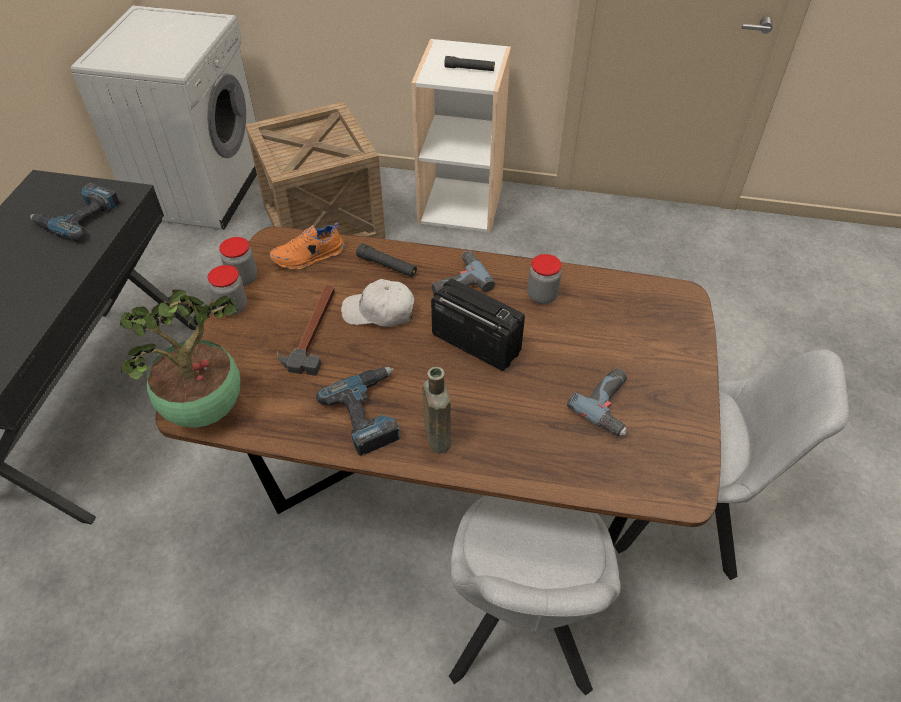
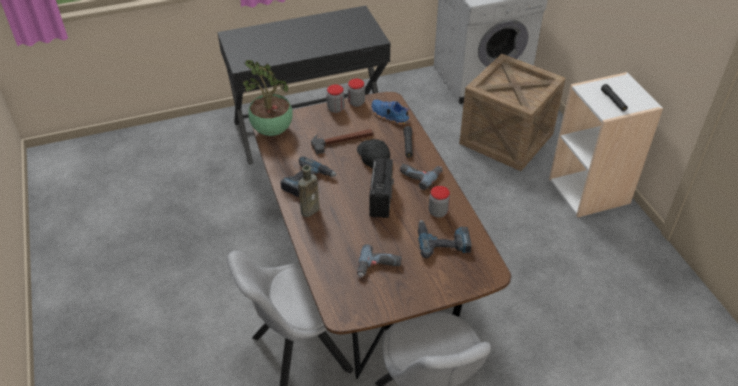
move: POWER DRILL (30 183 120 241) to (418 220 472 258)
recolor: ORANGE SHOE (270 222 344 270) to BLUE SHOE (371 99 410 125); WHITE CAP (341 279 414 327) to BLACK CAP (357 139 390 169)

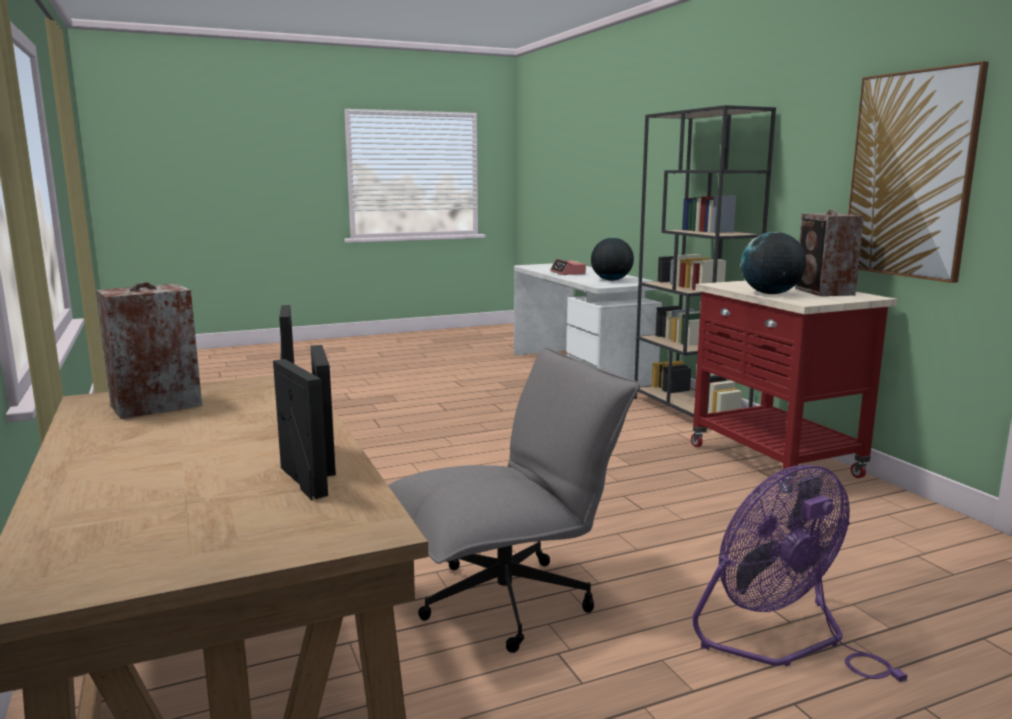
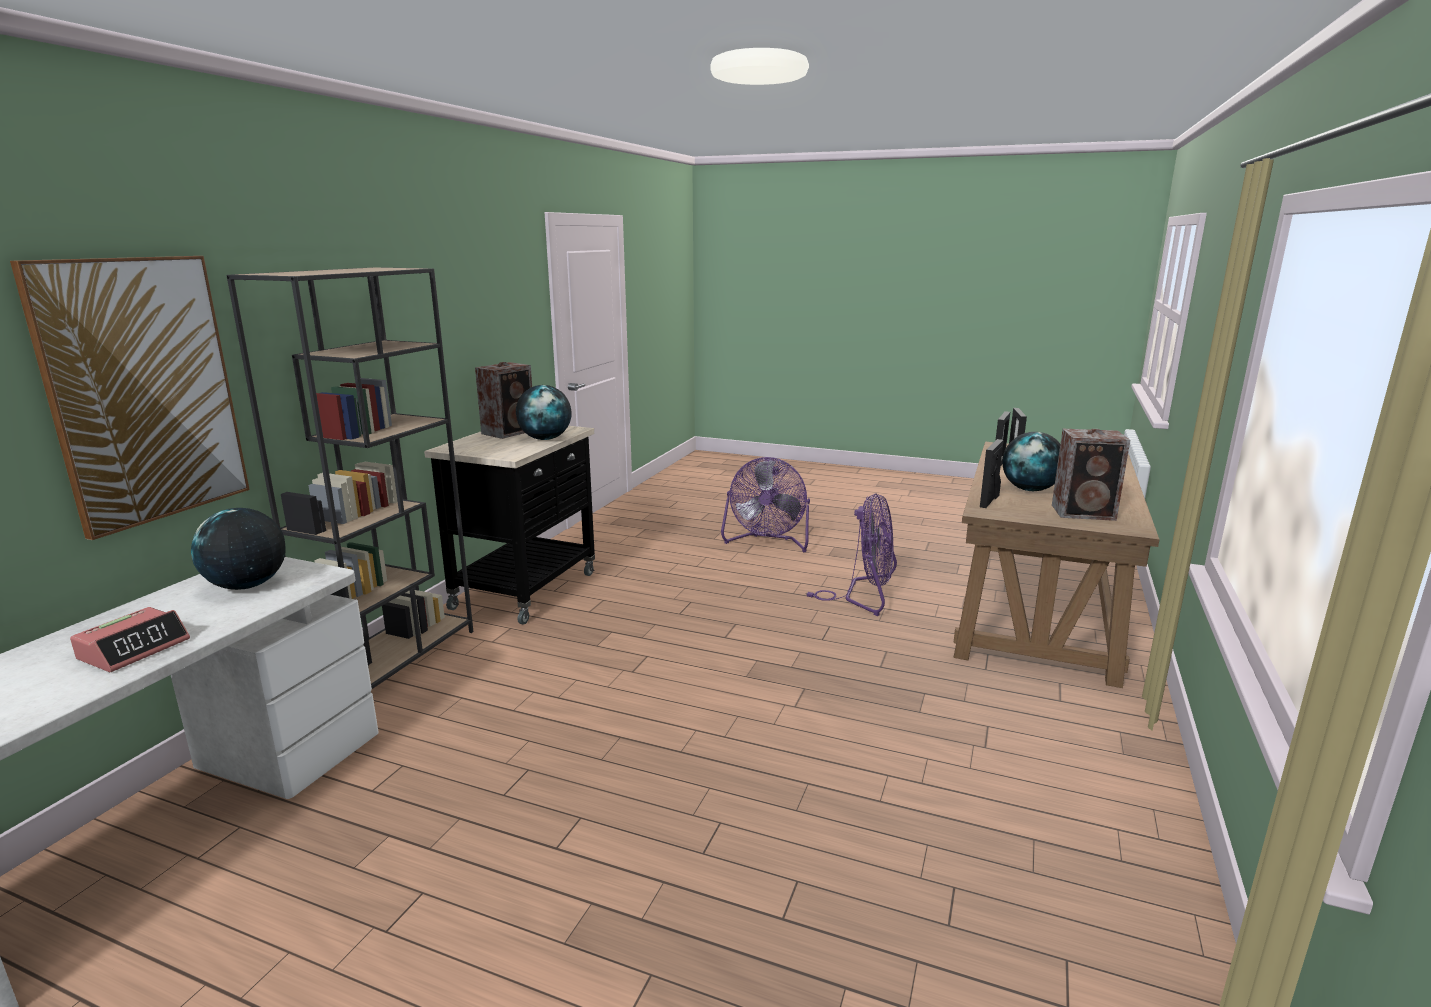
insert: GLOBE (1002 432 1060 491)
move: PICTURE (848 61 989 283) to (10 256 250 540)
replace: GREY OFFICE CHAIR (388 348 640 653) to PURPLE FAN (806 493 897 616)
recolor: RED CART (691 280 897 493) to BLACK CART (424 426 595 625)

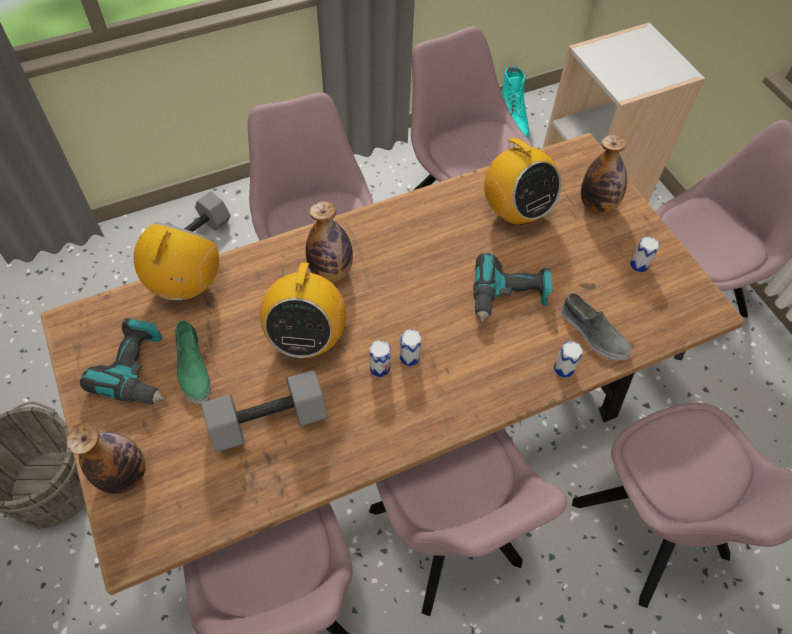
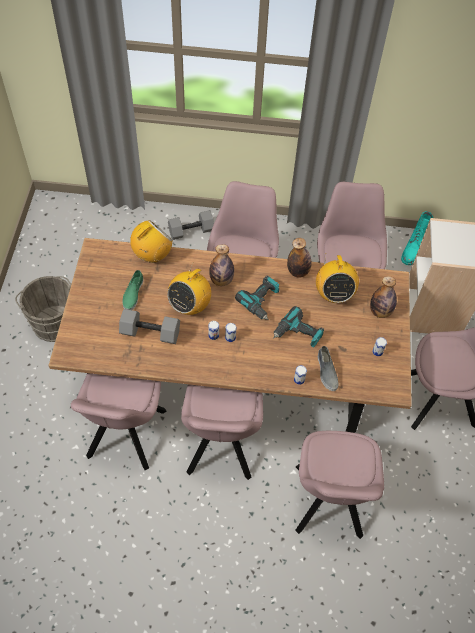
move: POWER DRILL (80 318 165 405) to (235 275 279 320); BOTTLE (67 422 146 494) to (287 238 312 278)

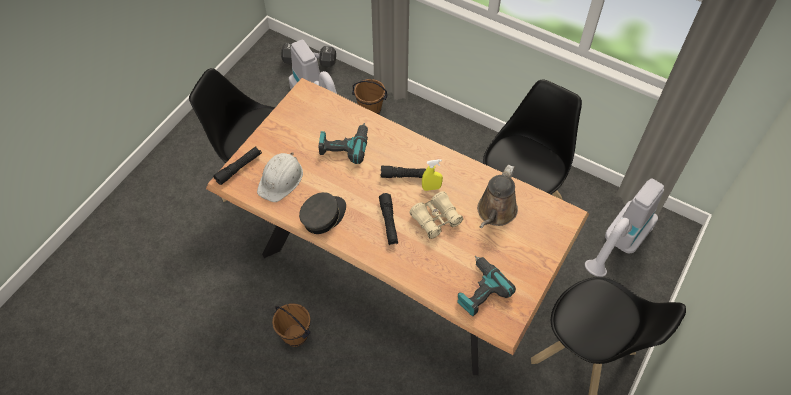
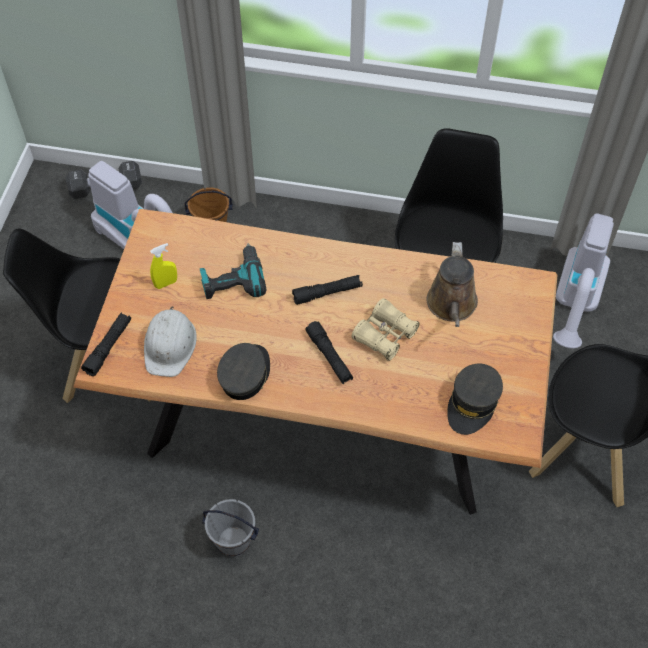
move: YELLOW SPRAY BOTTLE (422 159 443 191) to (150 243 177 289)
replace: POWER DRILL (457 256 516 316) to GREY CAP (447 364 503 435)
recolor: BROWN BUCKET (272 303 311 347) to GREY BUCKET (202 499 259 557)

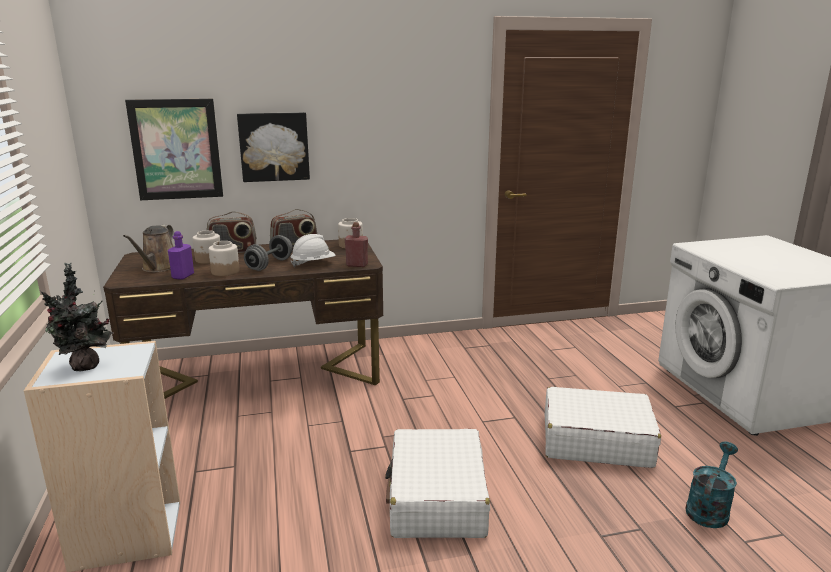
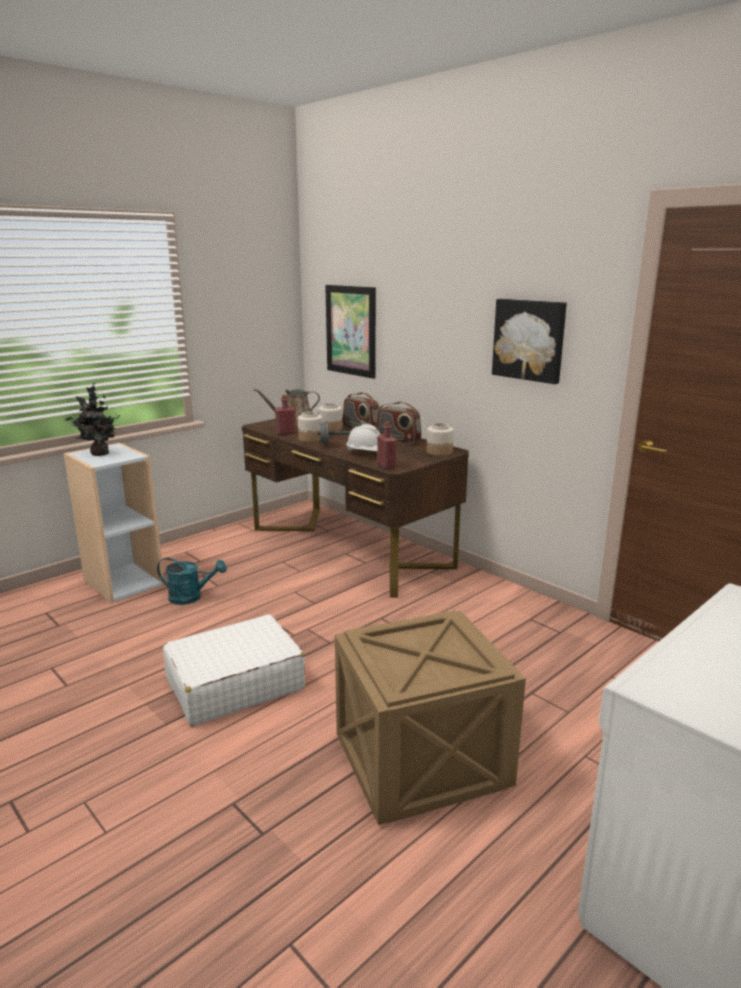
move: PICTURE (237 112 310 182) to (492 299 567 384); TURQUOISE WATERING CAN (686 441 738 528) to (157 558 227 605)
replace: WHITE SUITCASE (545 387 661 468) to CRATE (335 610 526 825)
recolor: PURPLE BOTTLE (168 231 194 280) to RED BOTTLE (275 395 296 435)

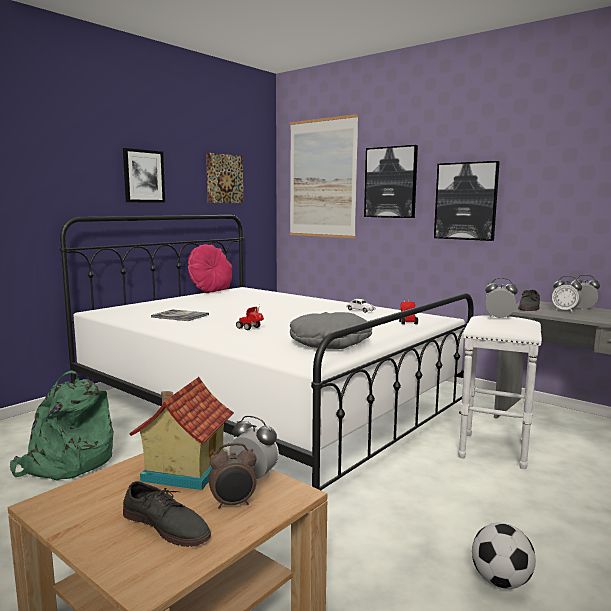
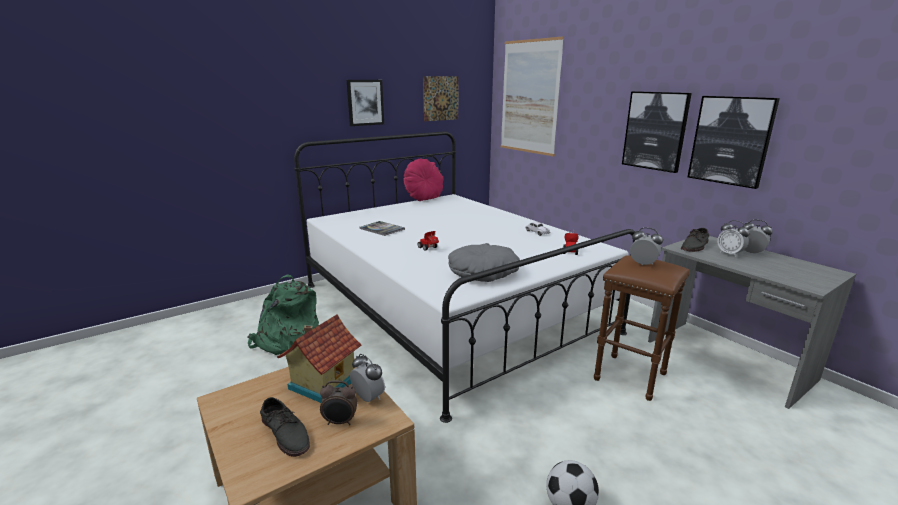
move: PICTURE (364 145 418 218) to (688 96 780 189)
recolor: WHITE STOOL (458 315 542 469) to BROWN STOOL (594 255 690 401)

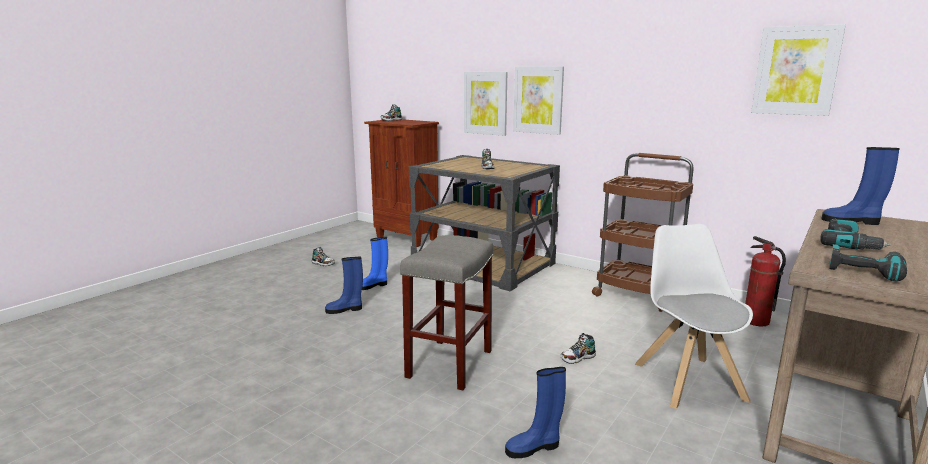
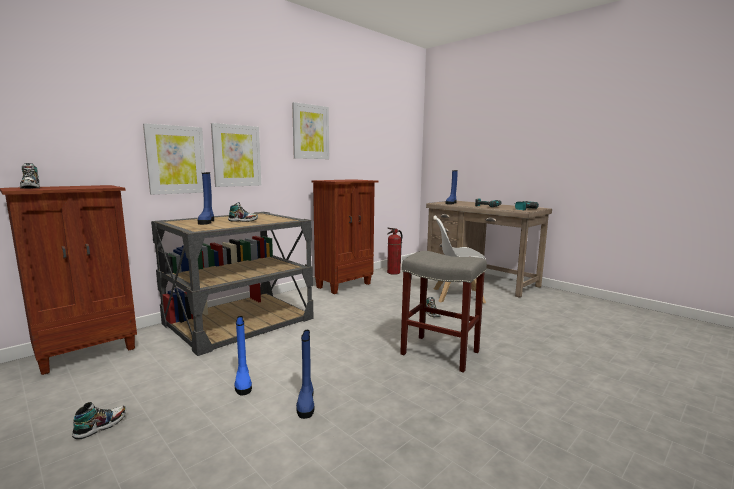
move: PICTURE (751 24 846 116) to (292 102 329 159); BLUE BOOT (505 367 566 458) to (198 172 214 225)
replace: BROWN CART (592 153 693 312) to BROWN CABINET (312 179 378 294)

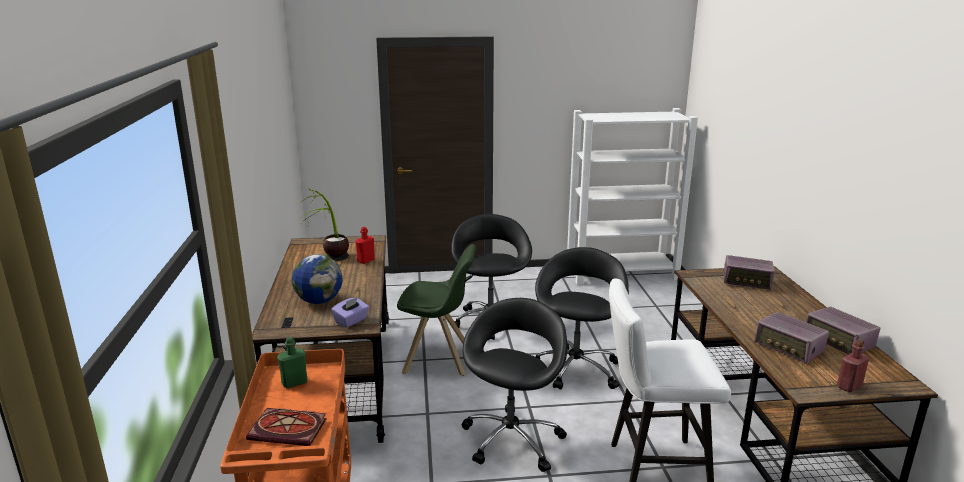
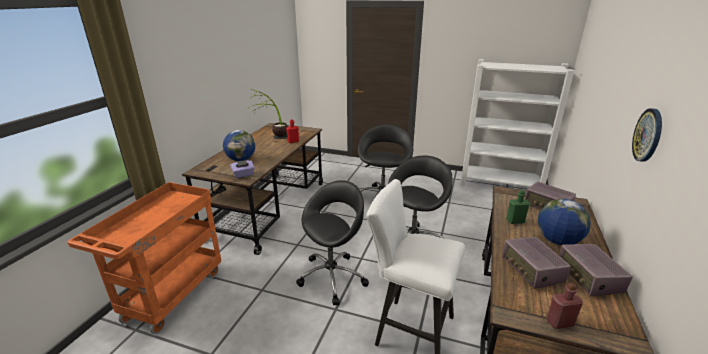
delete: GREEN CHAIR (397 244 476 376); BOOK (246 408 327 446)
insert: WALL CLOCK (632 108 662 162); GLOBE (538 199 590 245)
move: GREEN BOTTLE (277 337 308 388) to (506 190 530 224)

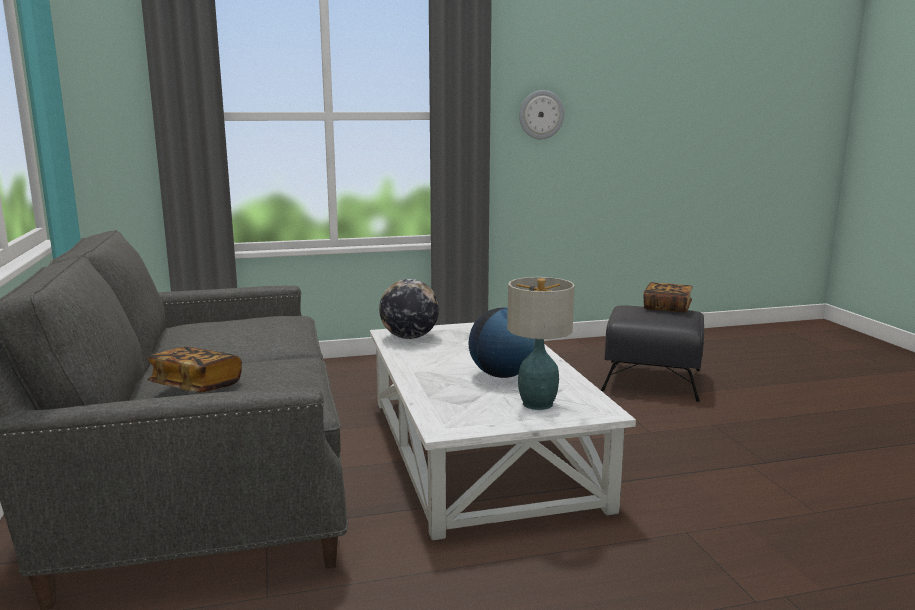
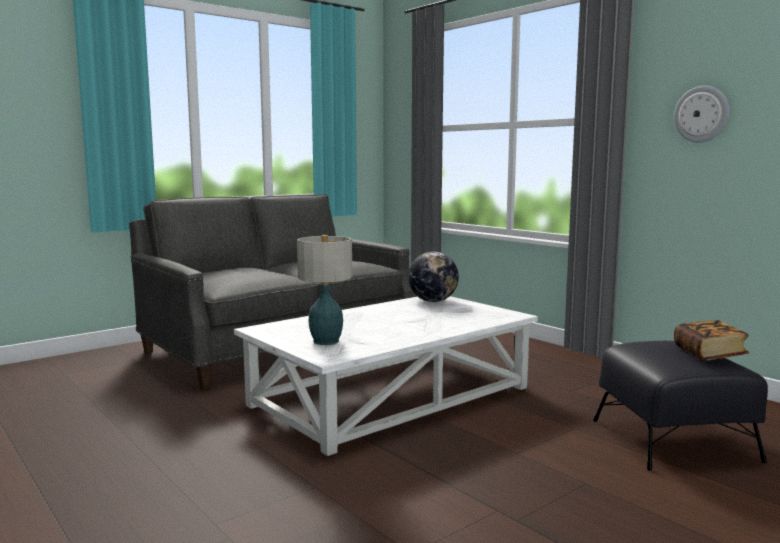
delete: GLOBE (468 307 535 378); BOOK (147 347 242 393)

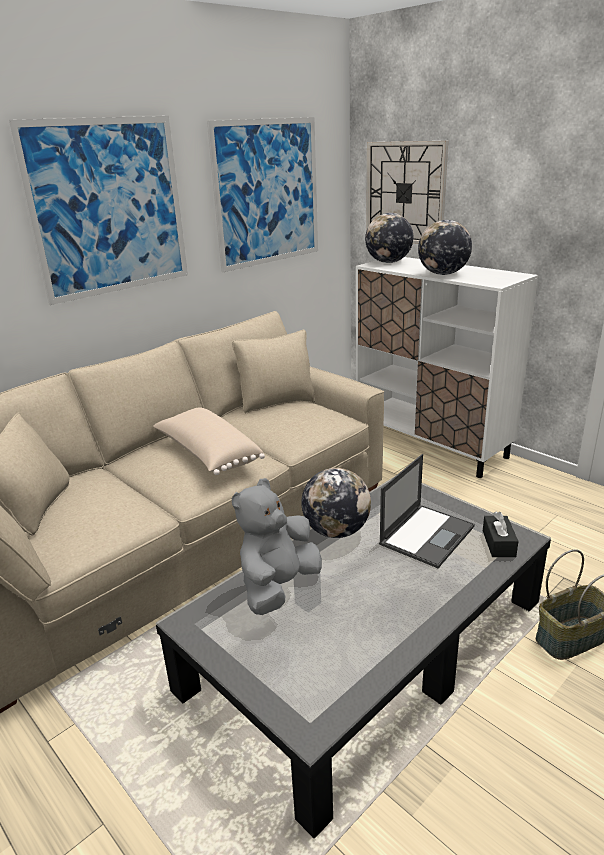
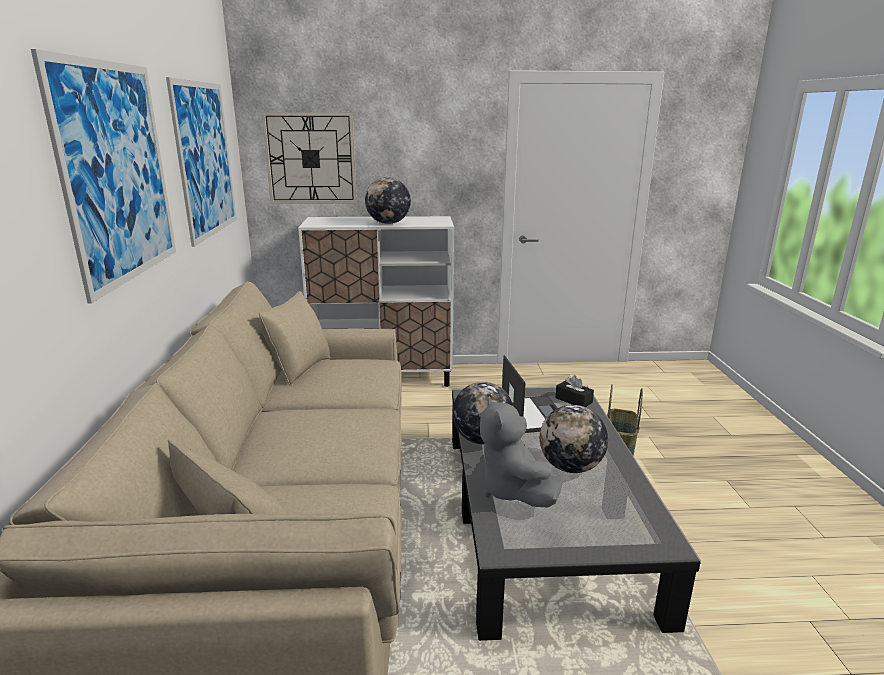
delete: BEIGE PILLOW (153 407 265 475)
move: GLOBE (365 213 413 263) to (540 405 608 473)

